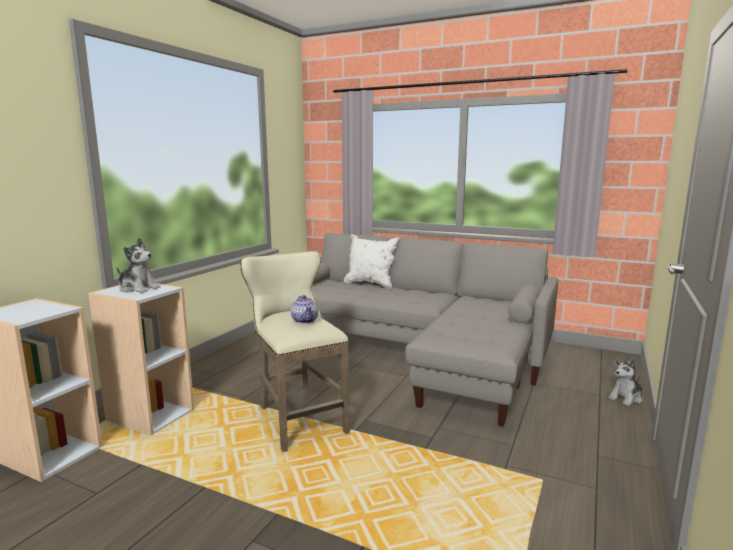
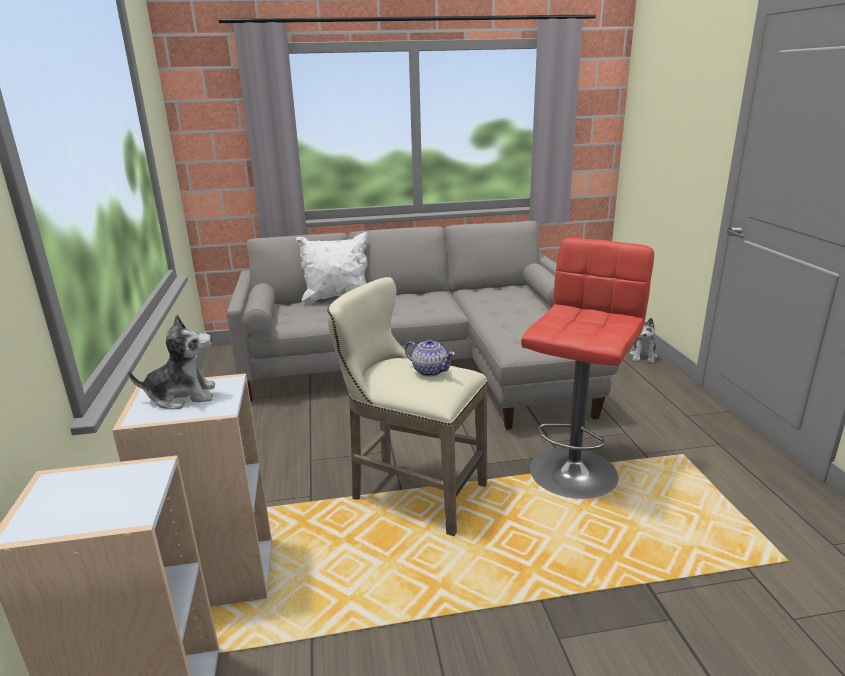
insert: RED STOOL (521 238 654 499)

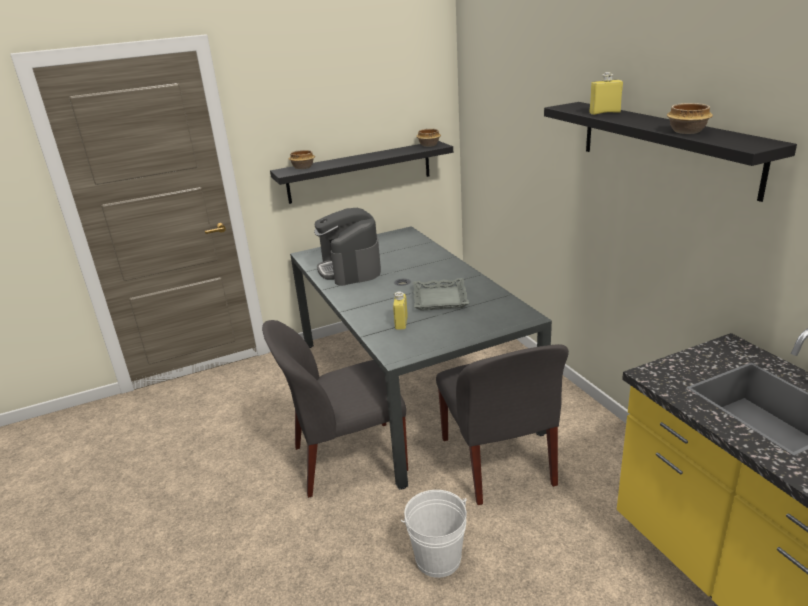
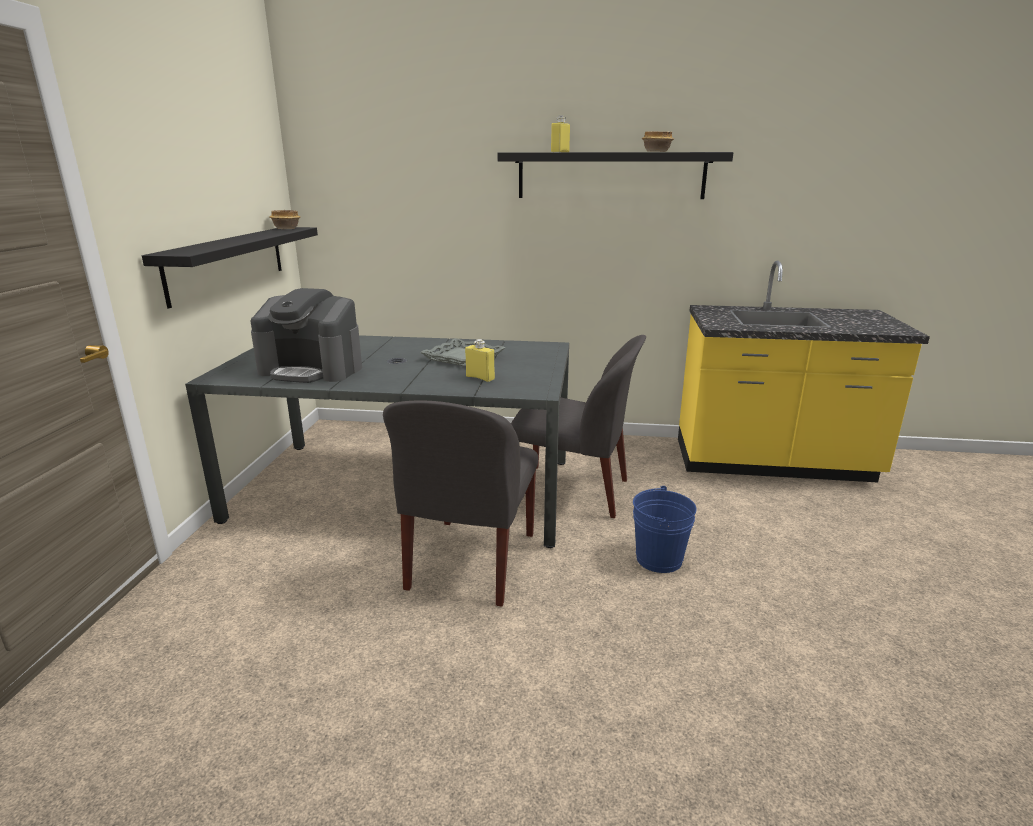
delete: BOWL (289 150 315 169)
recolor: WHITE BUCKET (401 490 467 578) to BLUE BUCKET (633 486 697 573)

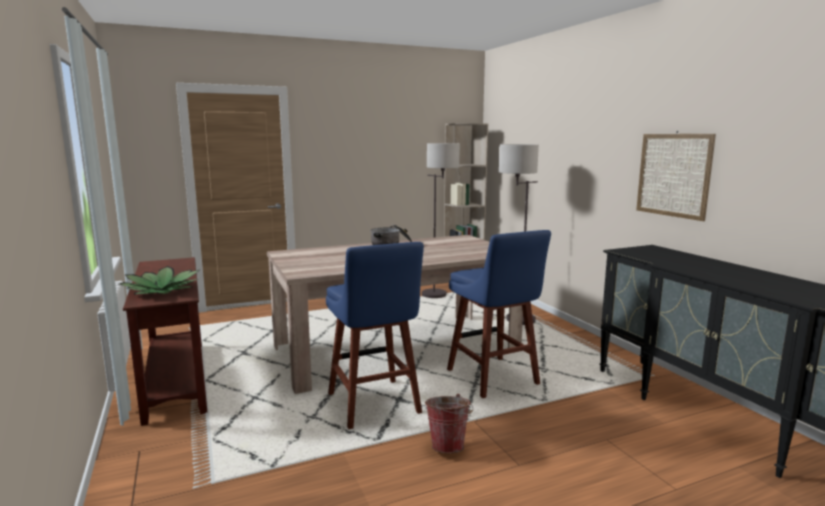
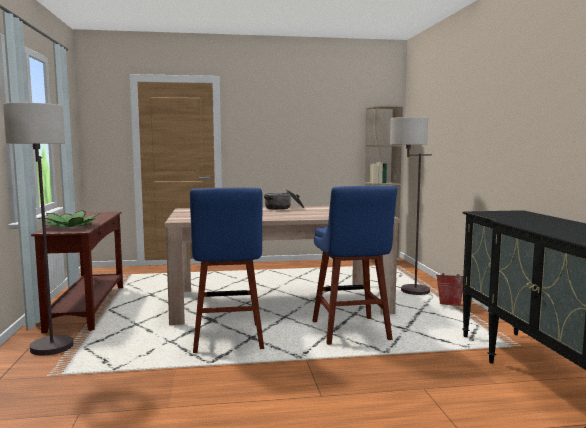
delete: PICTURE (636 131 716 221)
move: GREY FLOOR LAMP (422 143 460 298) to (3 103 74 355); BUCKET (425 394 473 453) to (437 273 463 306)

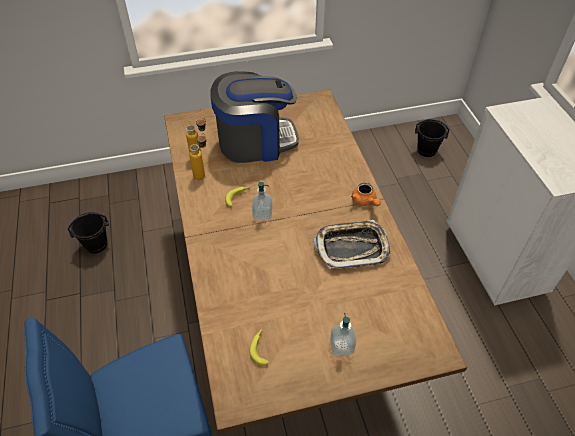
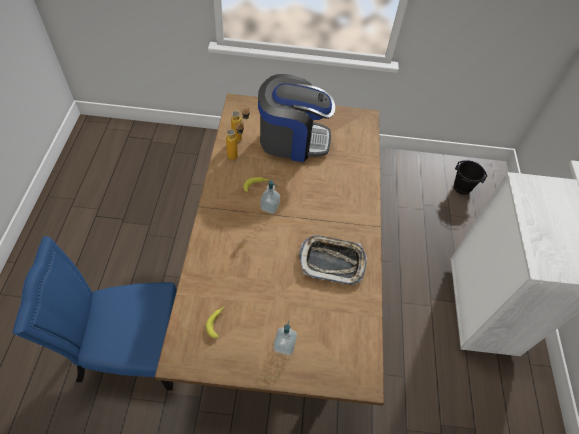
delete: ORANGE TEAPOT (351 182 381 206); BLACK BUCKET (68 212 109 254)

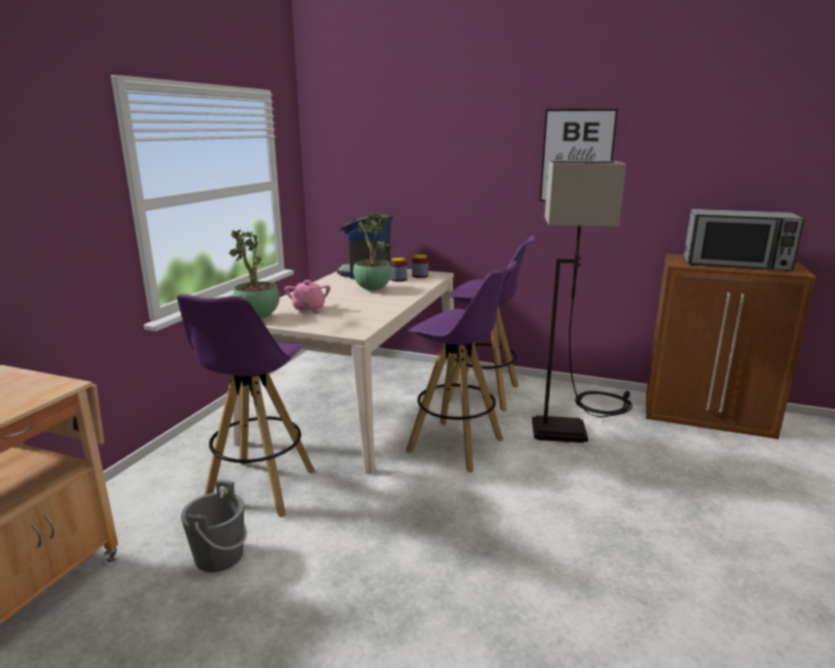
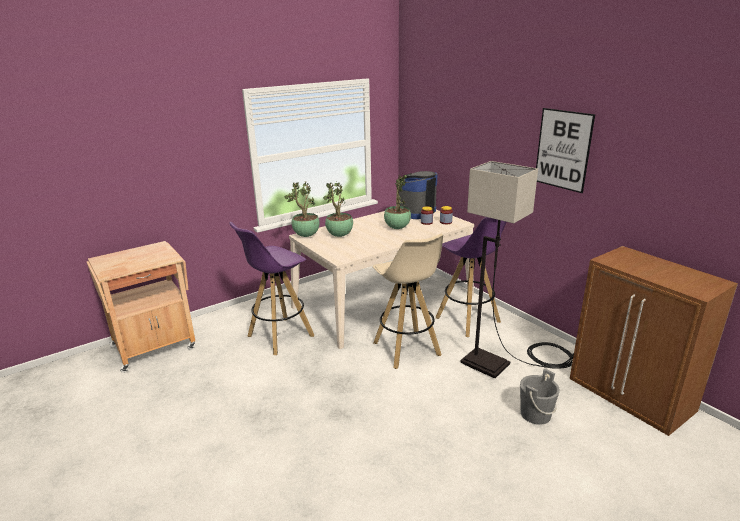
delete: MICROWAVE (684 209 805 271)
move: GREY BUCKET (181 480 247 572) to (520 369 560 425)
replace: PINK TEAPOT (285 280 331 313) to POTTED PLANT (323 181 353 237)
recolor: PURPLE STOOL (406 261 517 472) to BEIGE STOOL (372 234 443 369)

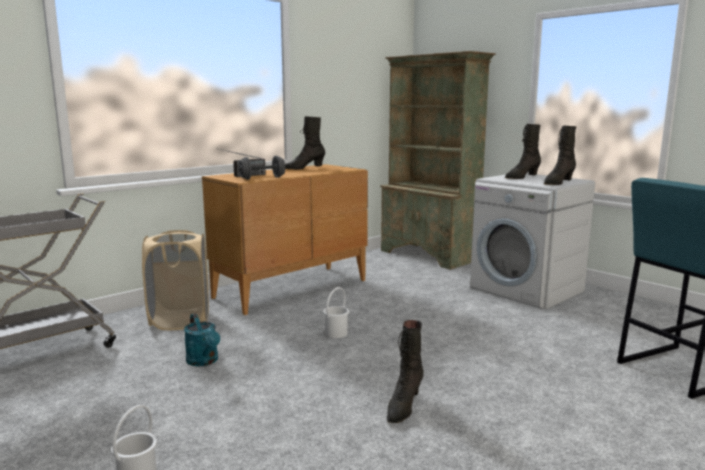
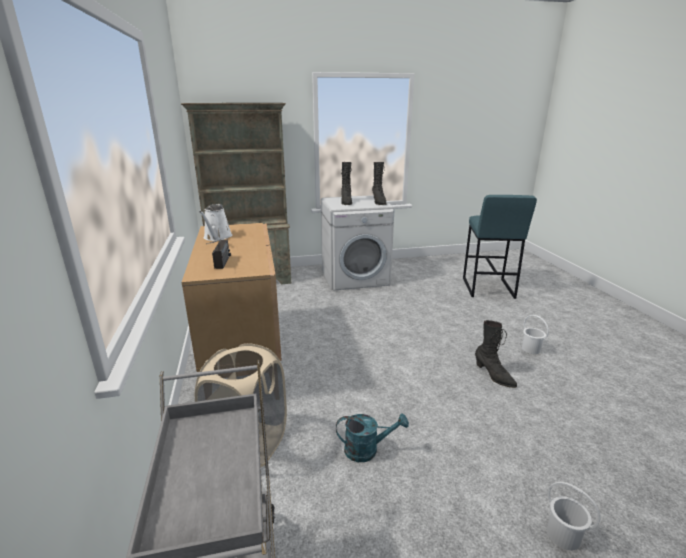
delete: GREY DUMBBELL (238 156 285 180)
move: WHITE BUCKET (323 287 349 338) to (522 315 549 354)
replace: BLACK BOOT (285 116 325 170) to WHITE WATERING CAN (199 204 232 241)

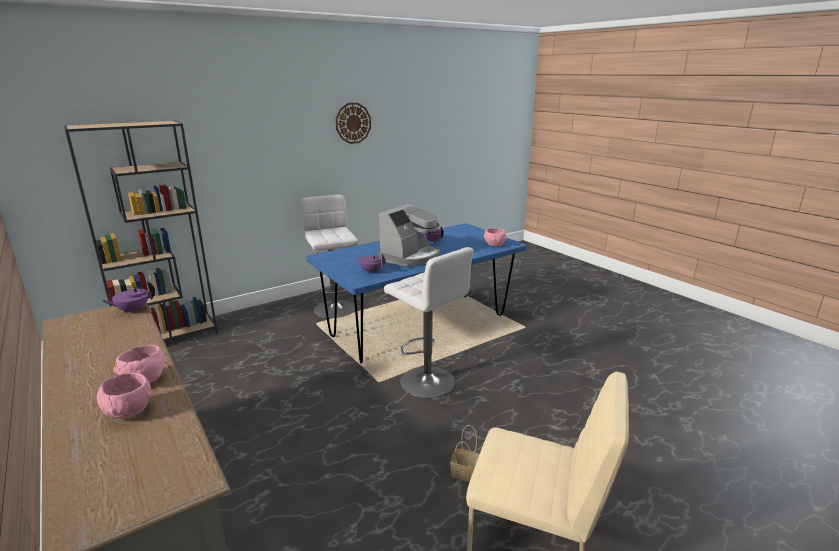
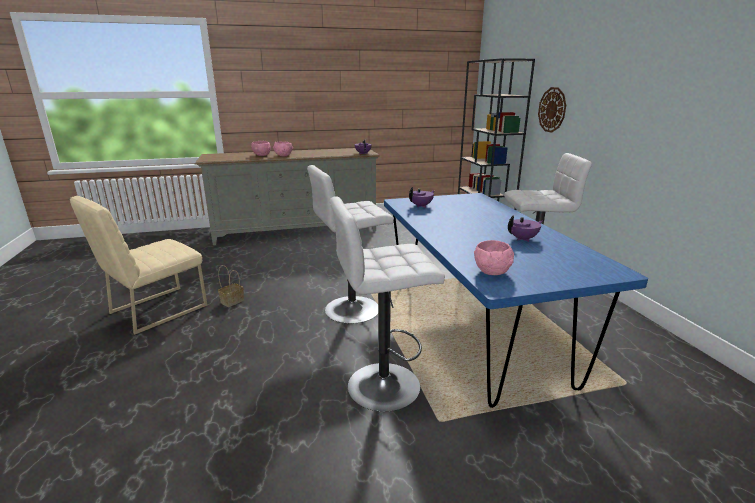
delete: COFFEE MACHINE (378 204 440 266)
insert: WHITE STOOL (330 196 445 412)
move: WALL CLOCK (335 103 371 144) to (538 87 566 133)

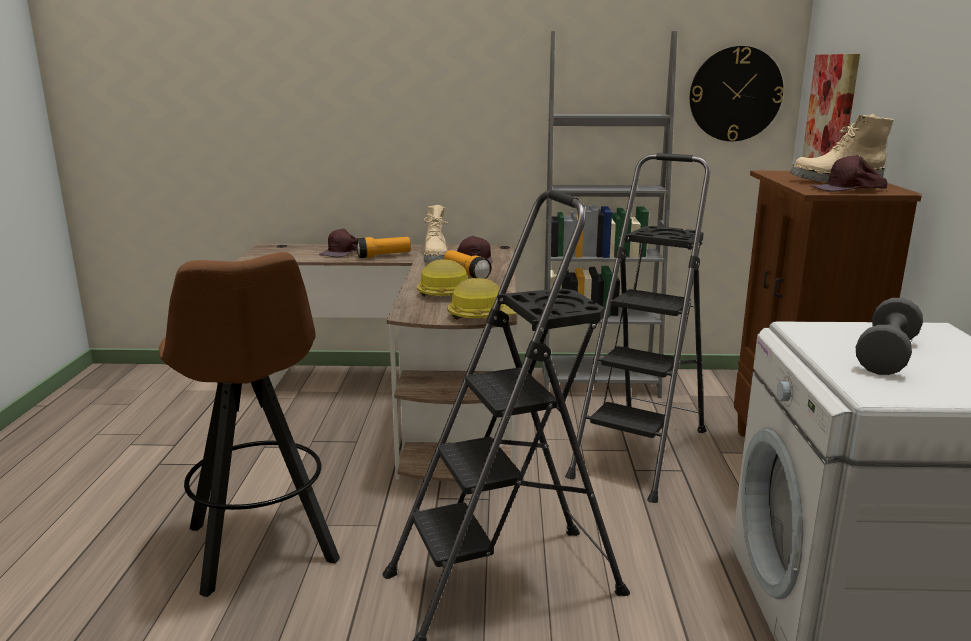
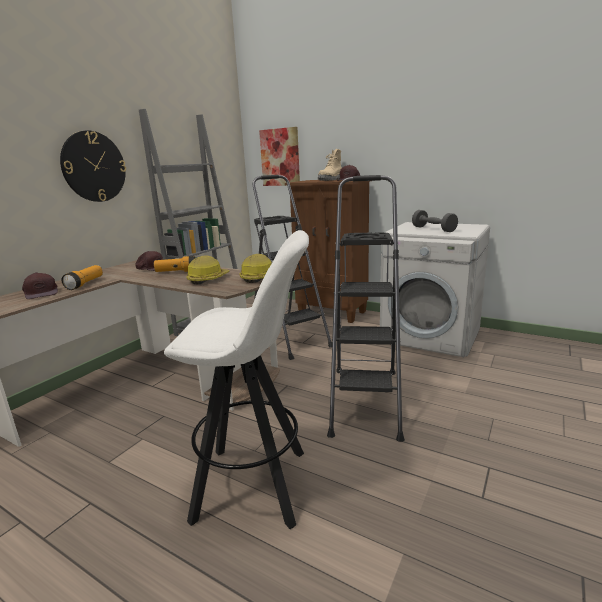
delete: BEIGE BOOT (424 205 448 262)
move: WALL CLOCK (690 46 783 141) to (60 130 126 202)
recolor: BROWN STOOL (159 252 340 597) to WHITE STOOL (164 230 309 529)

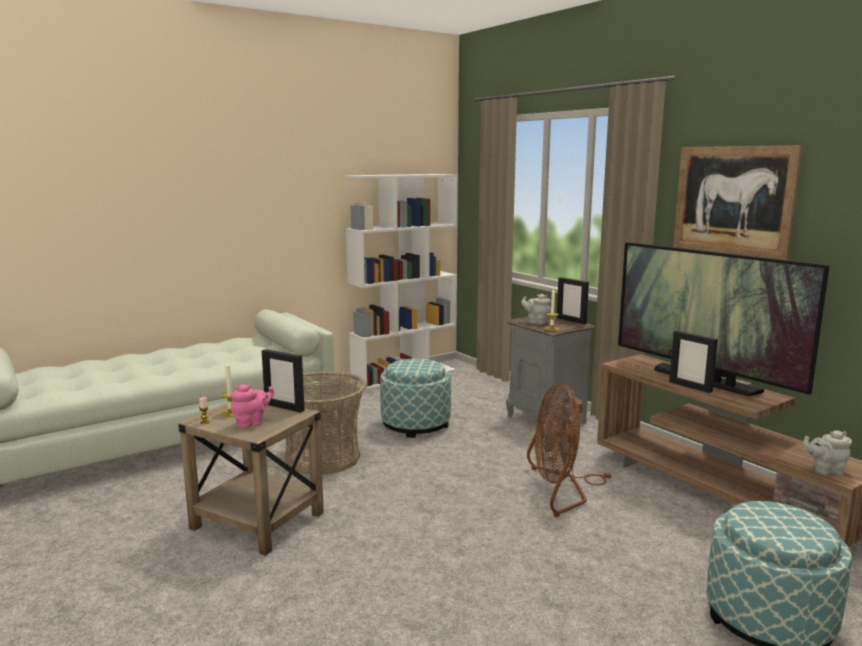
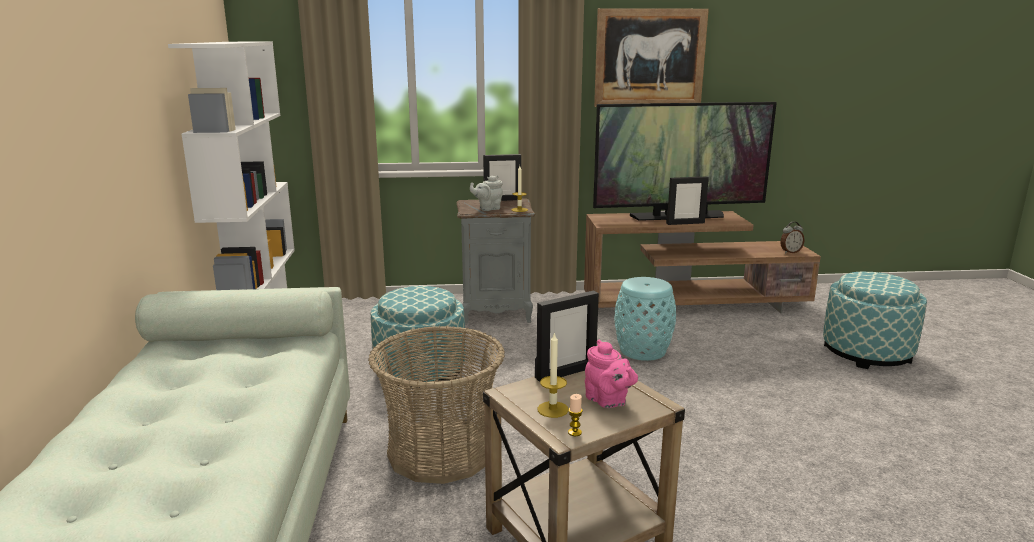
replace: BROWN FAN (527 384 612 517) to TURQUOISE STOOL (615 277 676 361); GREY TEAPOT (803 431 852 476) to ALARM CLOCK (780 221 805 254)
rotate: PINK TEAPOT (230 384 274 428) = (585 340 638 408) 150 degrees clockwise

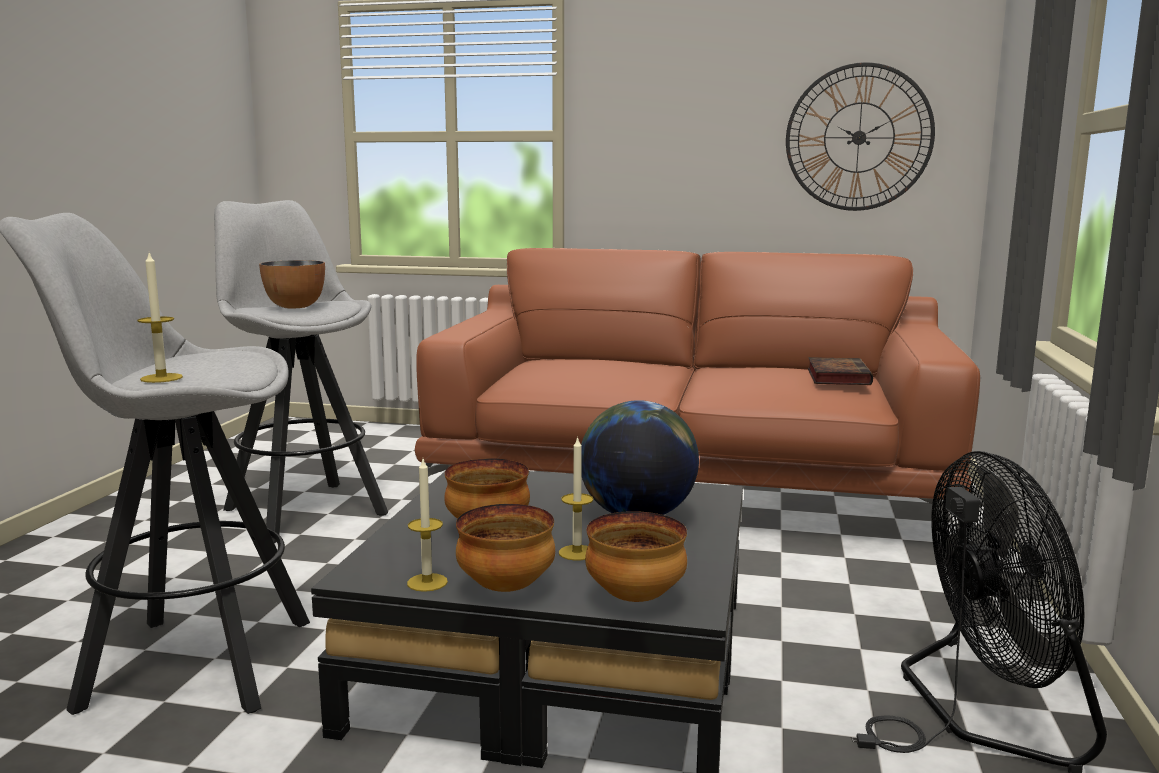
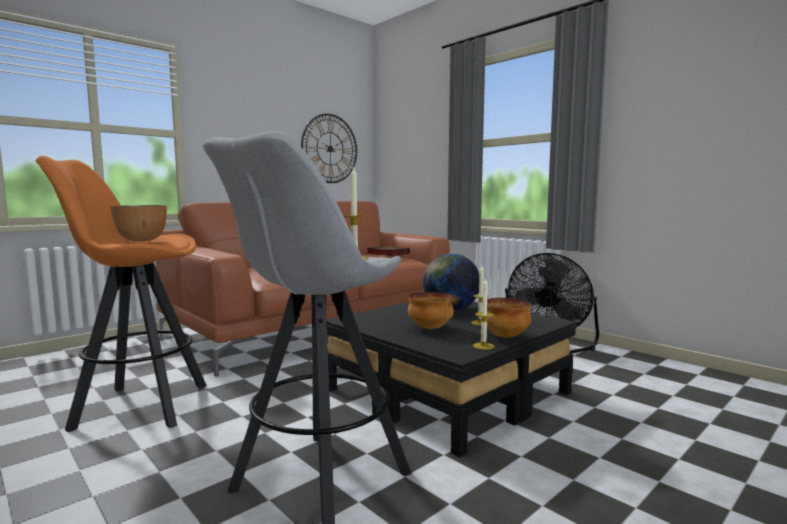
delete: BOWL (585 511 687 602)
recolor: GREY STOOL (214 200 388 543) to ORANGE STOOL (35 156 207 432)

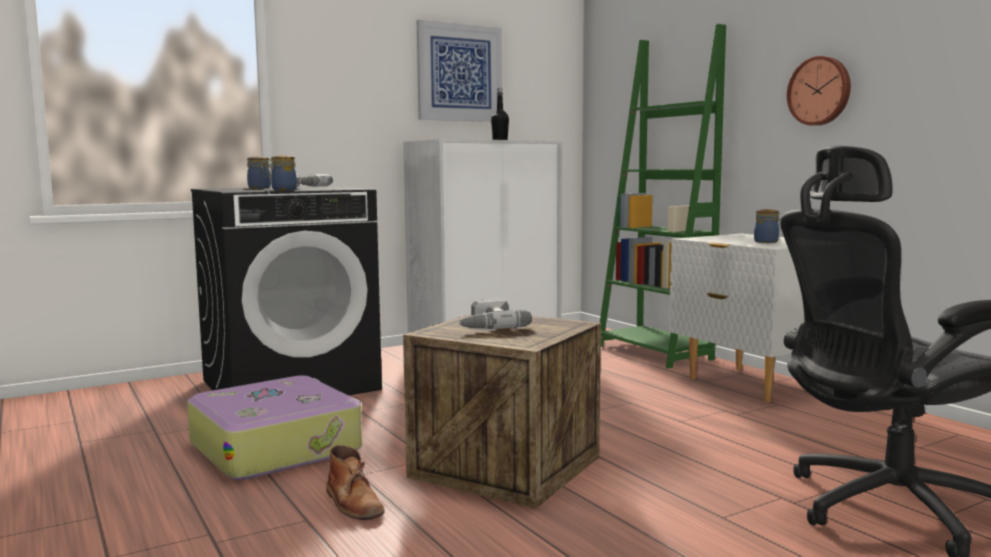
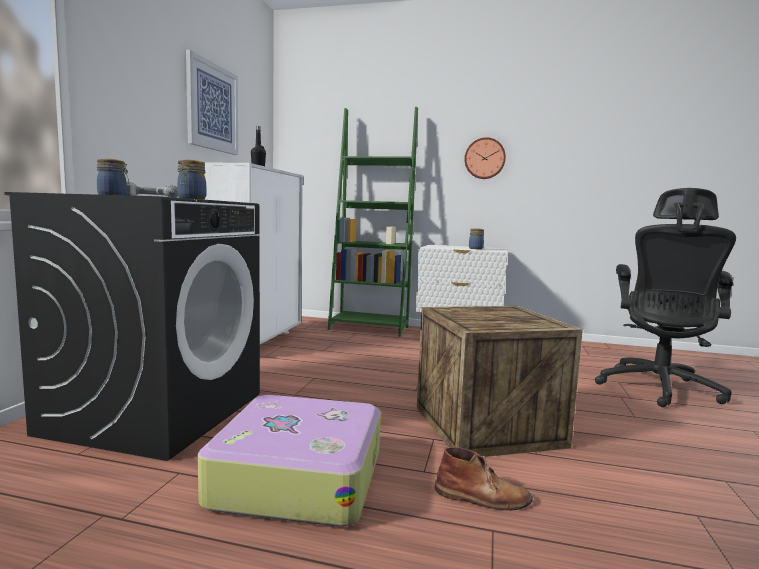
delete: POWER DRILL (458 299 532 329)

